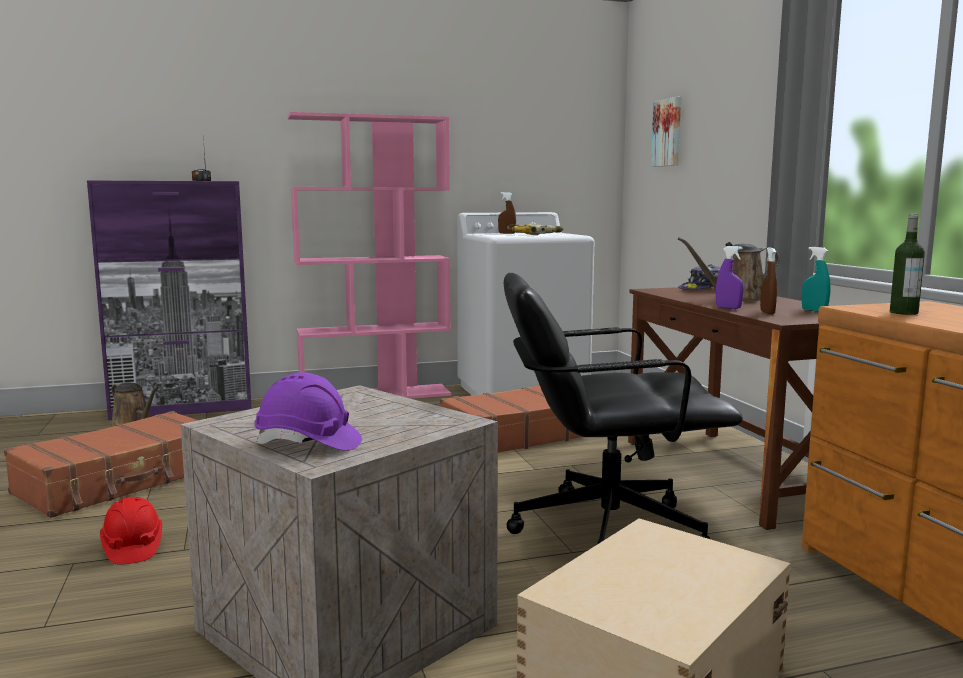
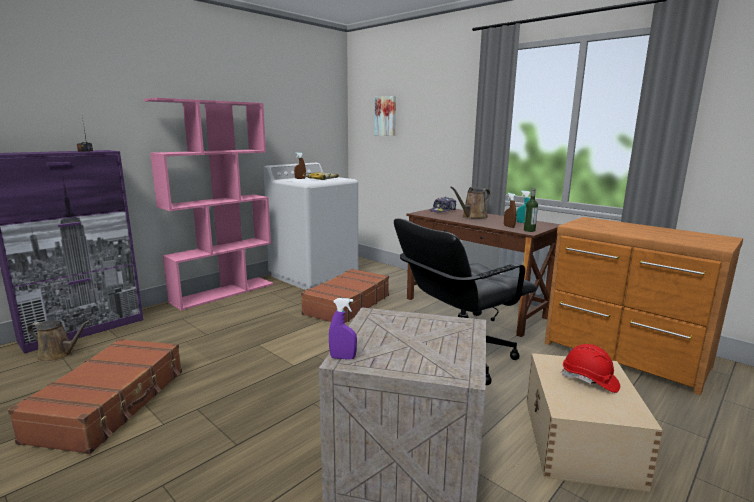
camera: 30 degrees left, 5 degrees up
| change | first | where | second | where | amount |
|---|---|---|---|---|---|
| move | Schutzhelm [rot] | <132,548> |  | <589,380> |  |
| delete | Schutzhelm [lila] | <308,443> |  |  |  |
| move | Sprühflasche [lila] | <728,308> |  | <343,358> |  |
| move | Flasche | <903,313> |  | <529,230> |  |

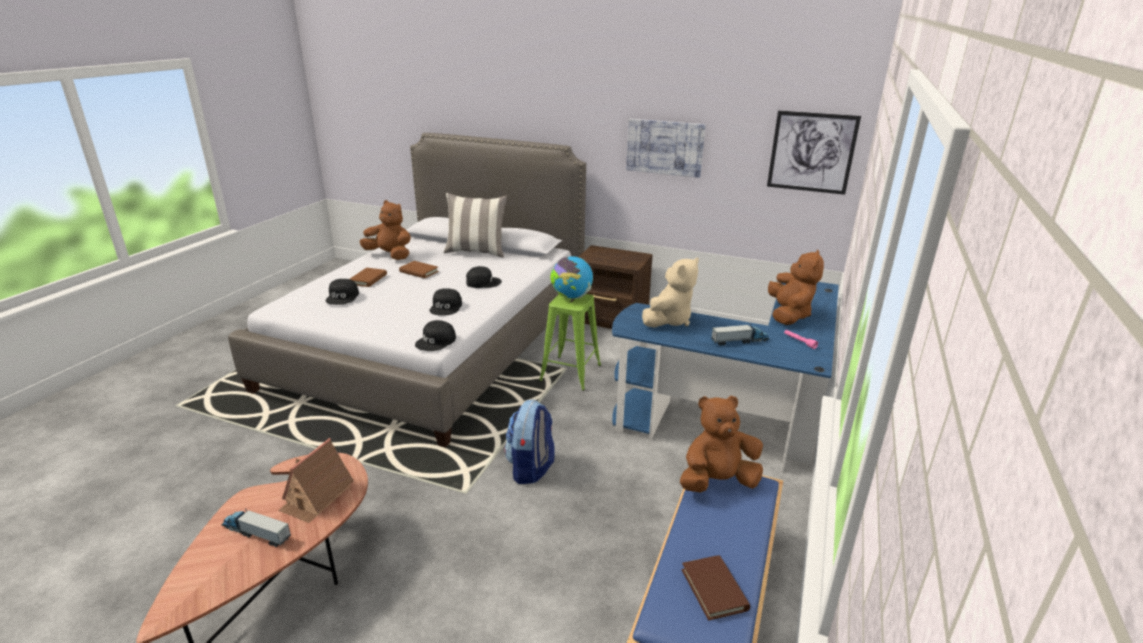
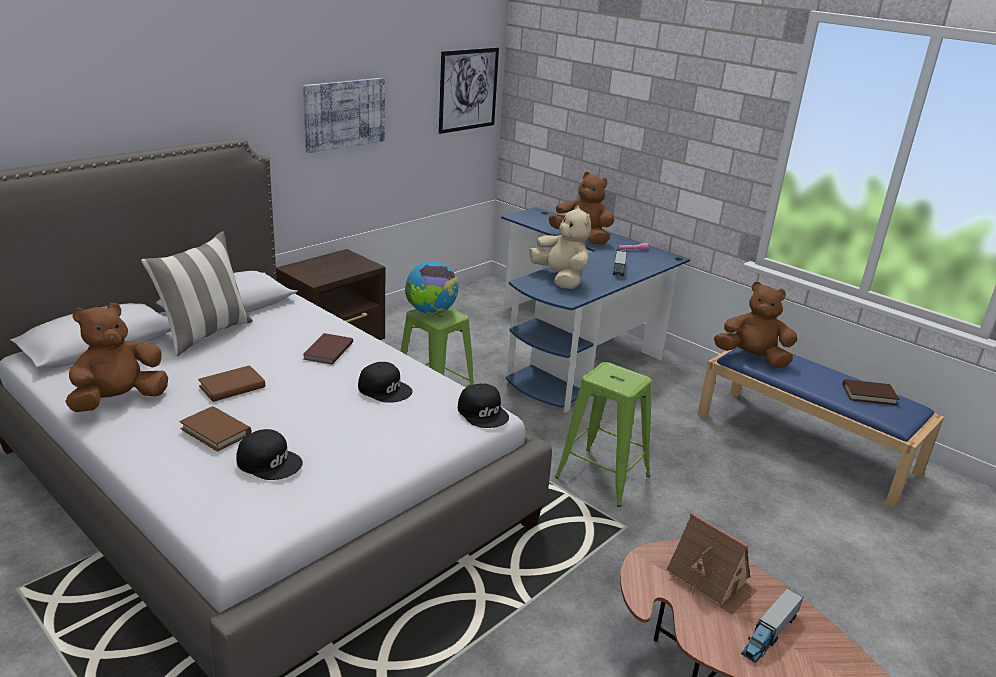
camera: 70 degrees left, 0 degrees up
| change | first | where | second | where | amount |
|---|---|---|---|---|---|
| replace | Kappe [schwarz] | <483,282> | Buch [braun] | <327,351> |  |
| replace | Rucksack | <531,468> | Hocker [grün] | <602,476> |  |
| rotate | Plüschtier [braun] | <717,482> |  | <752,358> | 105 degrees clockwise |

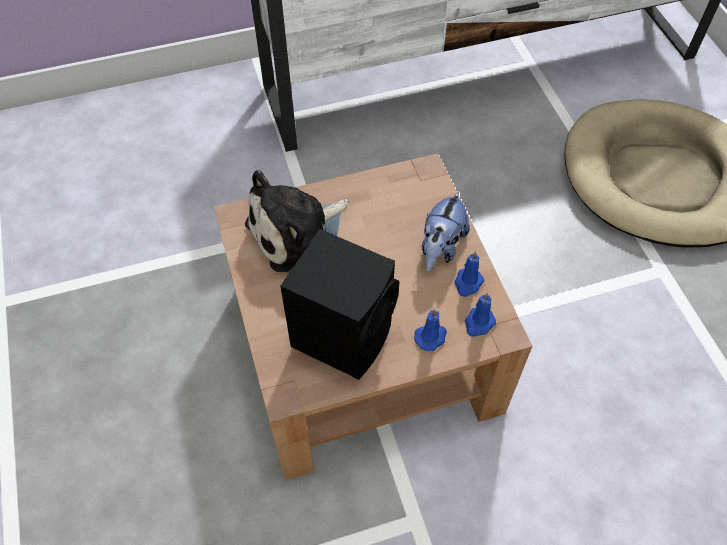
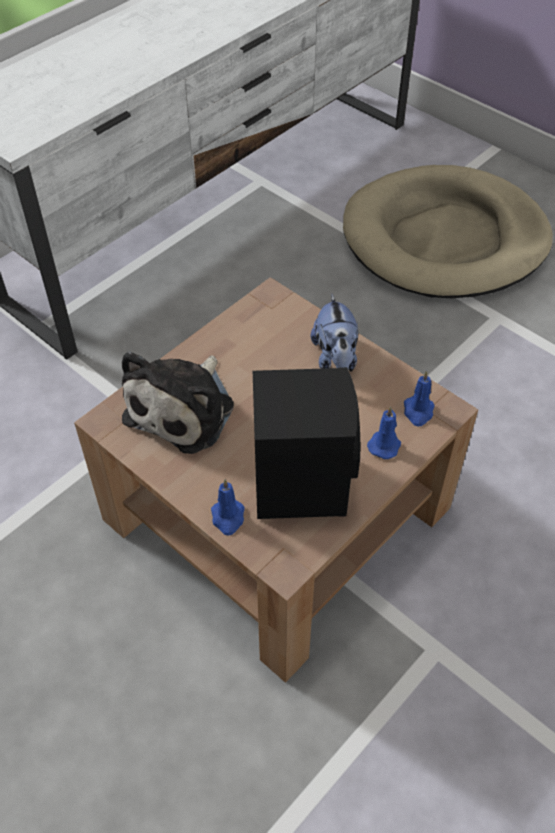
camera: 30 degrees left, 5 degrees down
| change | first | where | second | where | amount |
|---|---|---|---|---|---|
| move | Kerze [blau] | <468,283> |  | <228,518> |  |

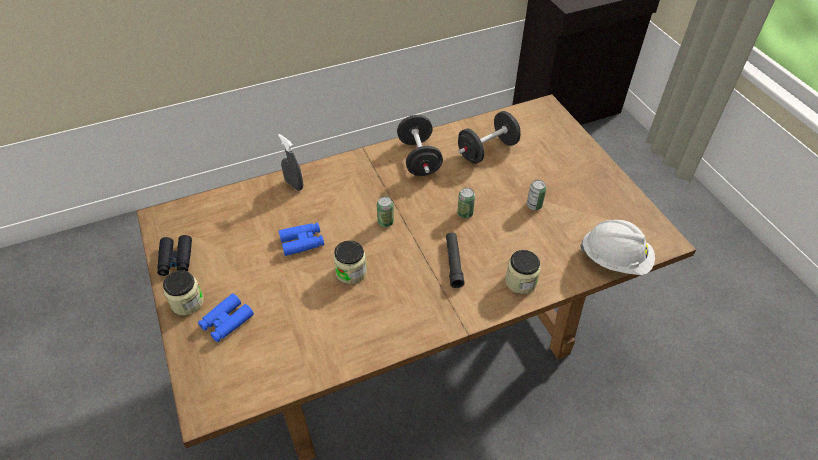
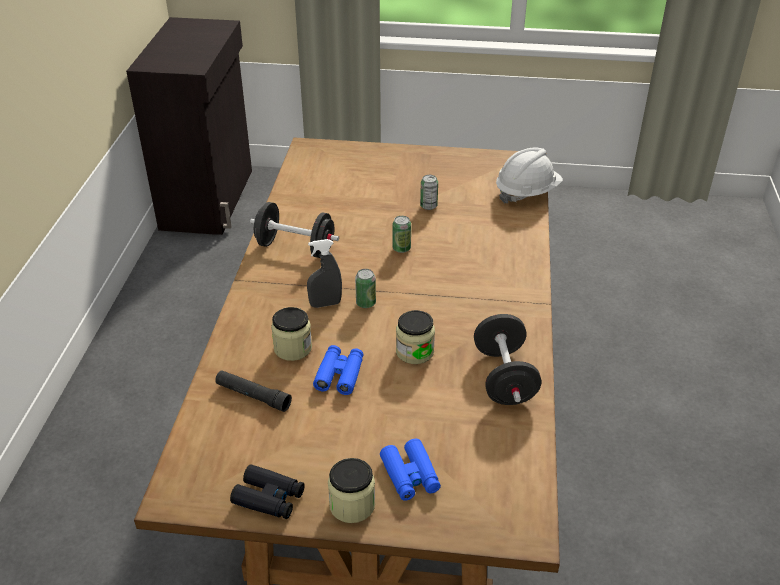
camera: 60 degrees left, 10 degrees down
| change | first | where | second | where | amount |
|---|---|---|---|---|---|
| move | Sprühflasche [grau] | <294,185> |  | <325,304> |  |
| move | Taschenlampe [schwarz] | <453,263> |  | <253,396> |  |
| move | Hantel [schwarz] | <487,150> |  | <504,378> |  |
| move | Vorratsglas | <520,281> |  | <293,348> |  |

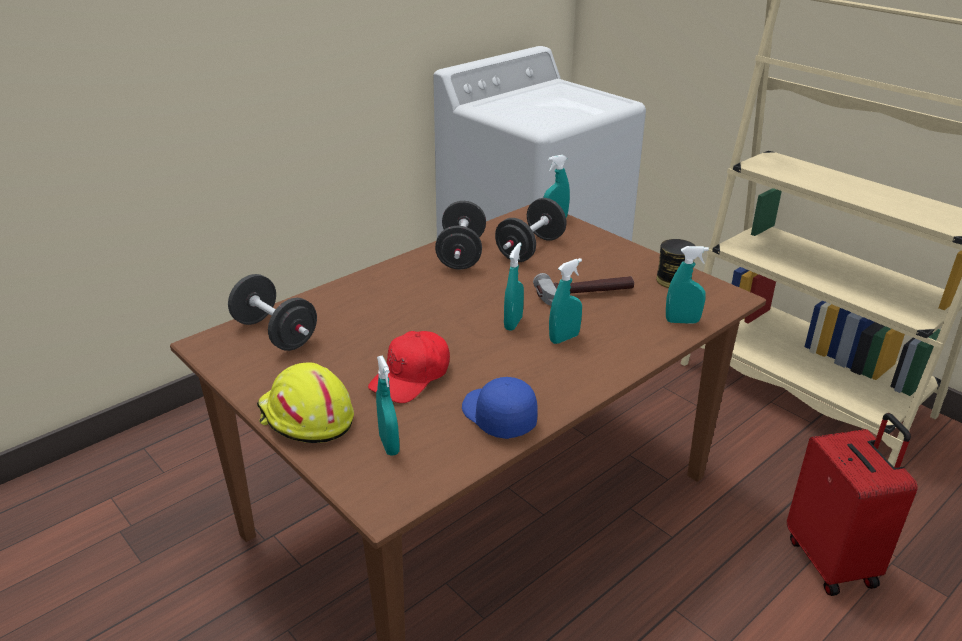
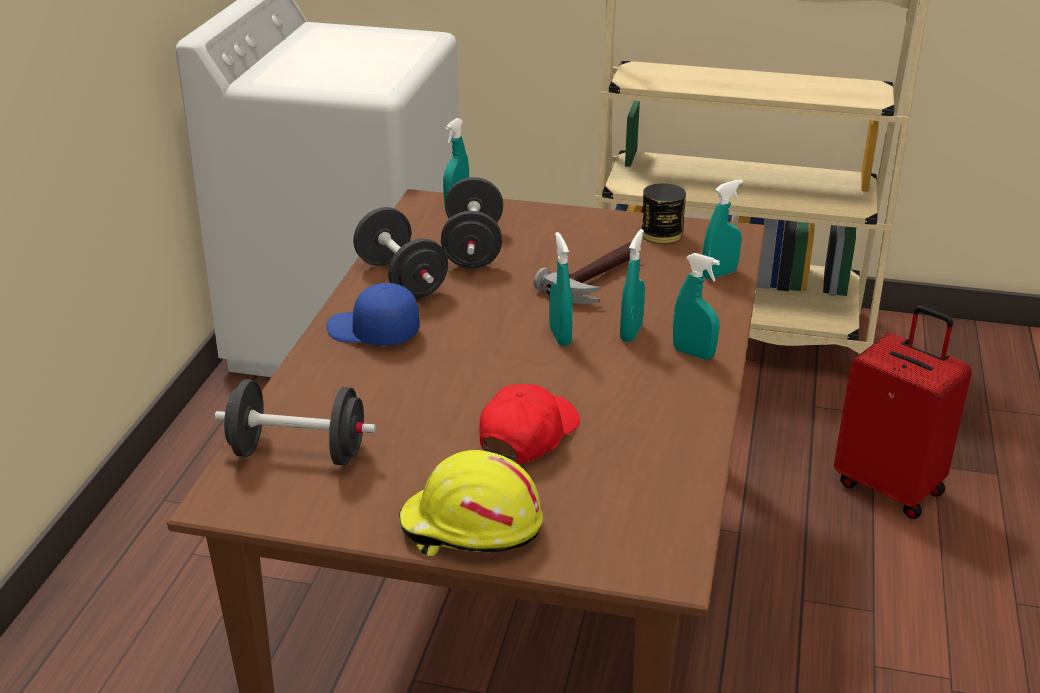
camera: 35 degrees left, 0 degrees up
| change | first | where | second | where | amount |
|---|---|---|---|---|---|
| rotate | Kappe [rot] | <411,377> |  | <527,435> | 150 degrees counterclockwise |
| move | Sprühflasche [türkis] | <389,445> |  | <693,353> |  |
| move | Kappe [blau] | <497,417> |  | <373,332> |  |

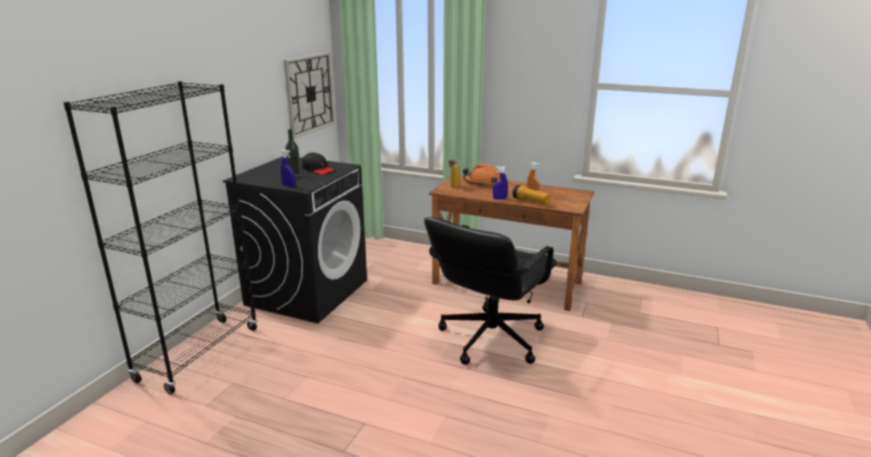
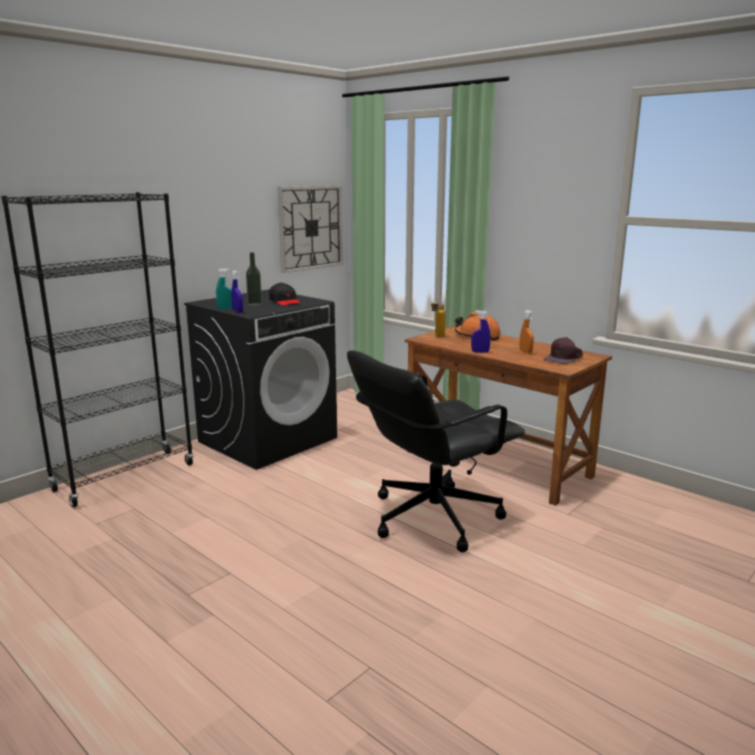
camera: 20 degrees right, 5 degrees down
| change | first | where | second | where | amount |
|---|---|---|---|---|---|
| delete | Taschenlampe | <530,201> |  |  |  |
| insert |  |  | Sprühflasche [türkis] | <226,308> |  |
| insert |  |  | Kappe [braun] | <564,358> |  |

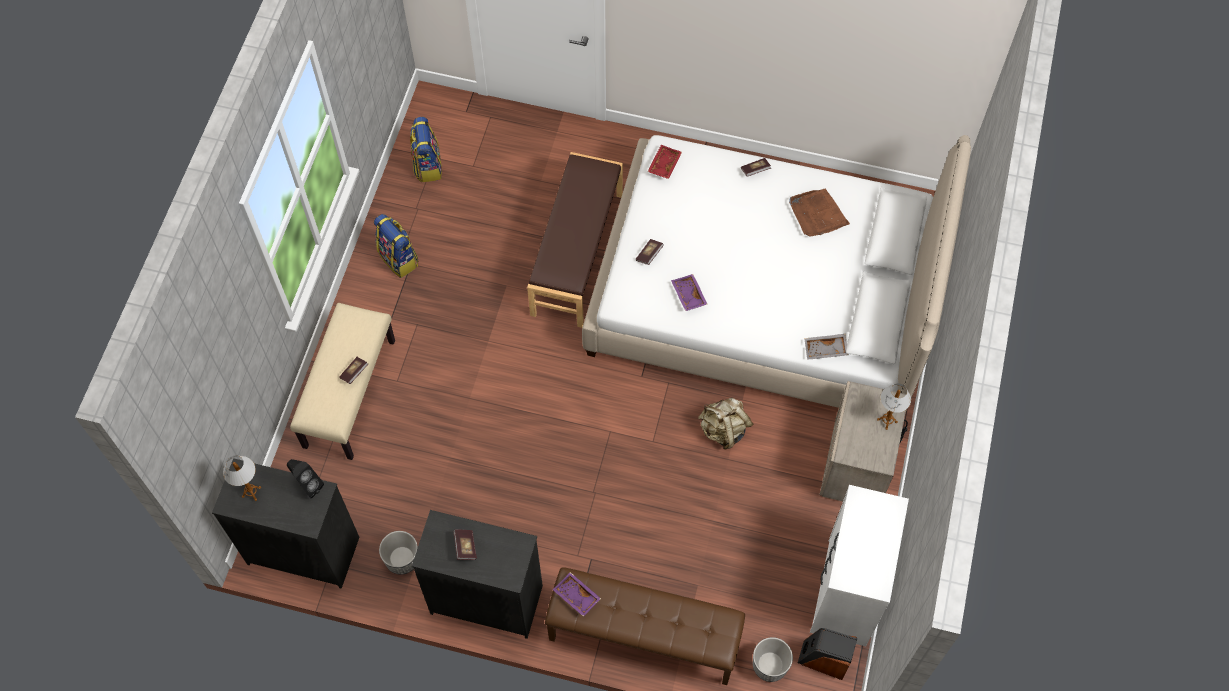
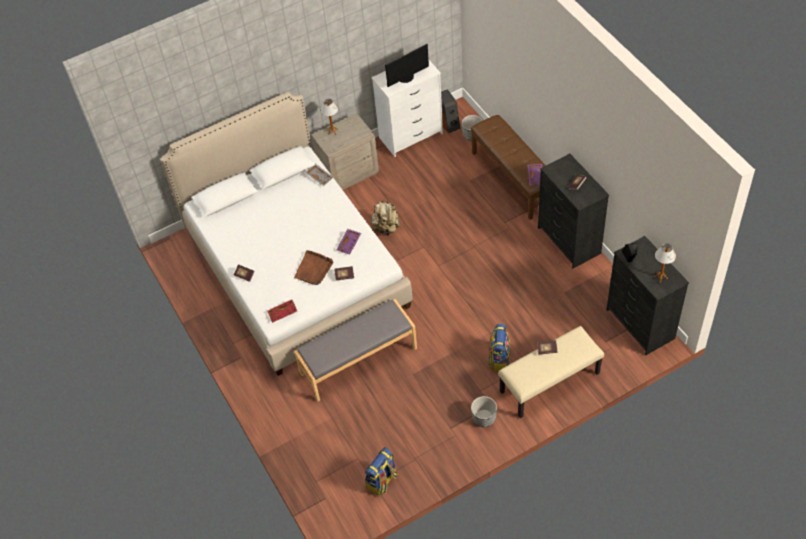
camera: 130 degrees left, 10 degrees down
| change | first | where | second | where | amount |
|---|---|---|---|---|---|
| move | Rucksack | <399,259> |  | <499,358> |  |
| move | Pflanzkübel | <402,559> |  | <483,418> |  |
| recolor | Bank [braun] | <578,254> | Bank [grau] | <358,360> |  |
| move | Tablett [braun] | <817,214> |  | <314,269> |  |
| insert |  |  | Monitor | <406,77> |  |

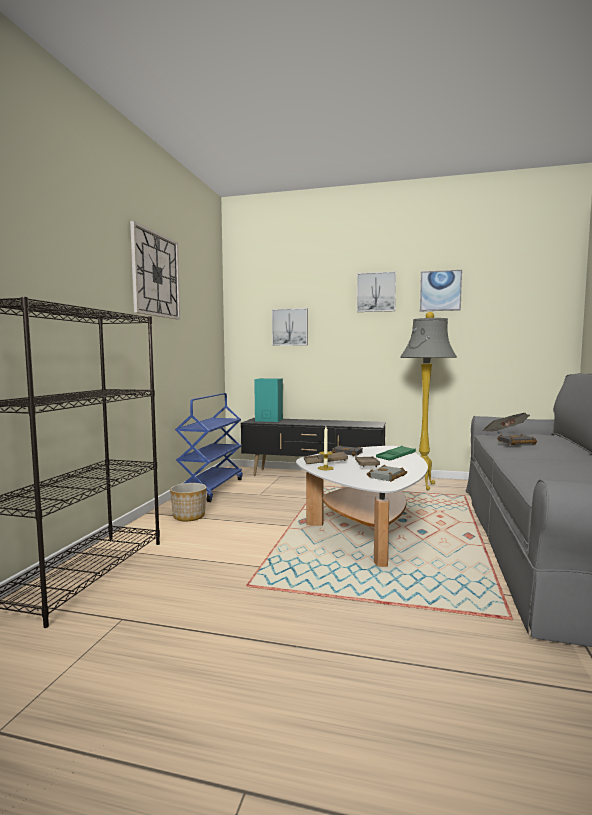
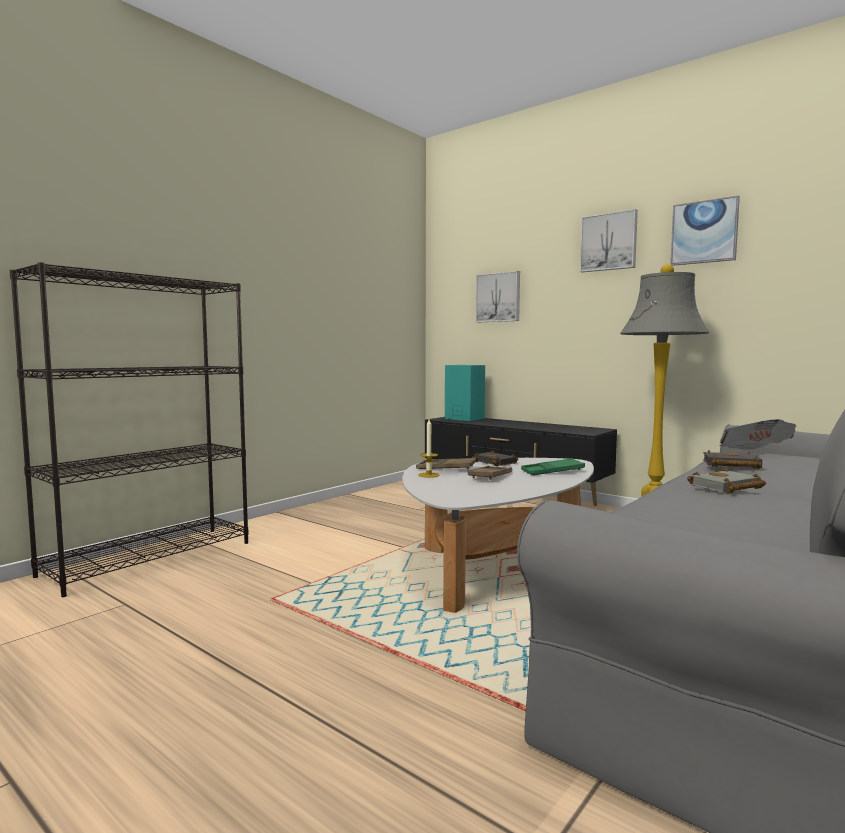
camera: 25 degrees right, 0 degrees up
| change | first | where | second | where | amount |
|---|---|---|---|---|---|
| delete | Wanduhr | <156,275> |  |  |  |
| delete | Pflanzkübel | <189,516> |  |  |  |
| delete | Rollwagen [blau] | <211,488> |  |  |  |
| move | Buch [grau] | <388,477> |  | <726,488> |  |

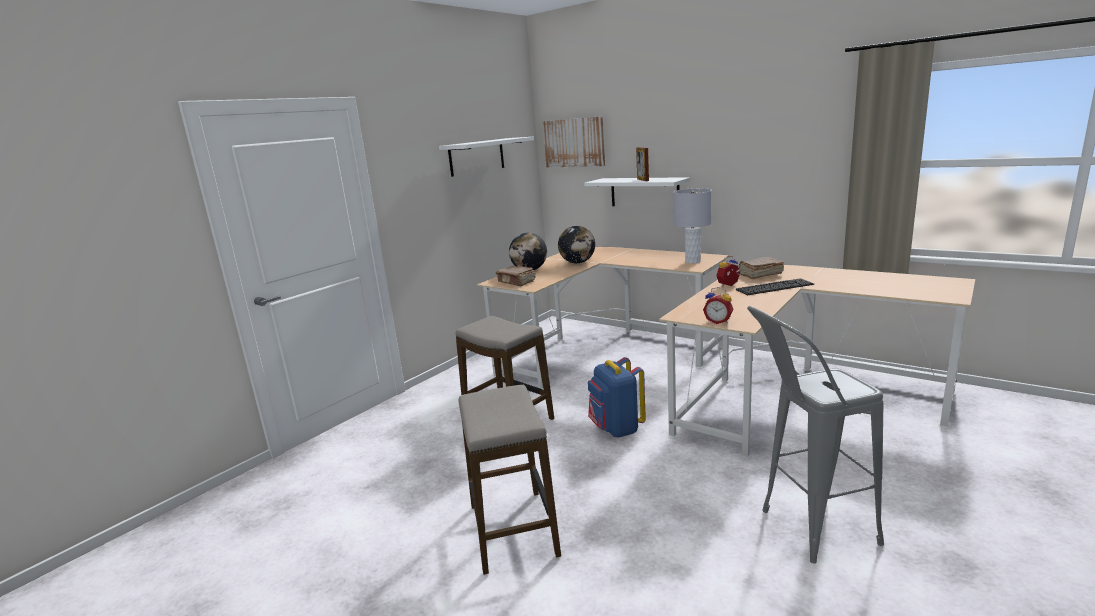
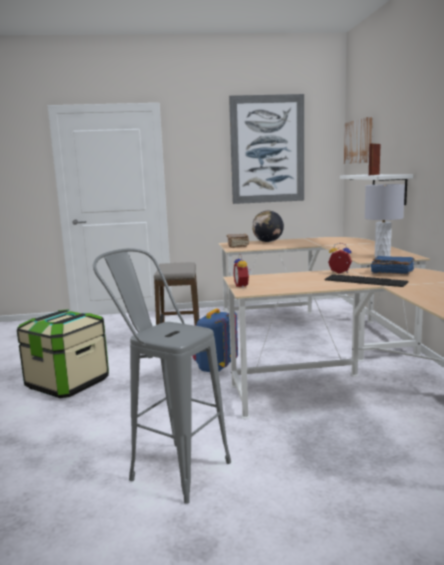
camera: 45 degrees right, 5 degrees down
| change | first | where | second | where | amount |
|---|---|---|---|---|---|
| replace | Wandregal [weiß] | <477,157> | Bild | <267,149> |  |
| replace | Hocker | <512,530> | Aufbewahrungsbox | <68,383> |  |
| delete | Globus | <577,262> |  |  |  |
| recolor | Buch [braun] | <760,275> | Buch [blau] | <391,273> |  |

